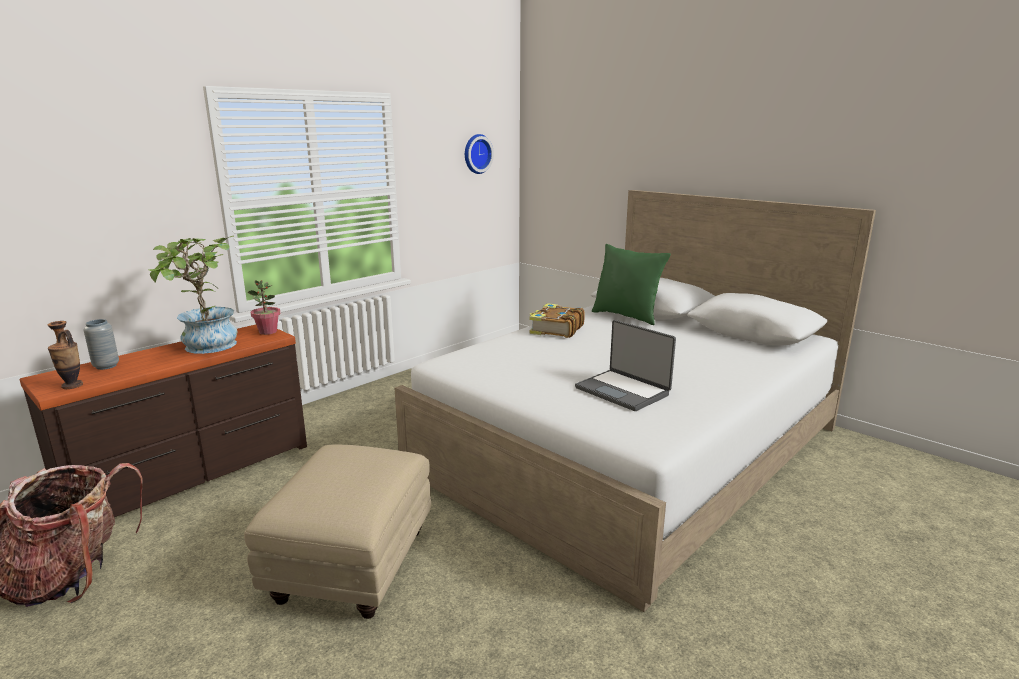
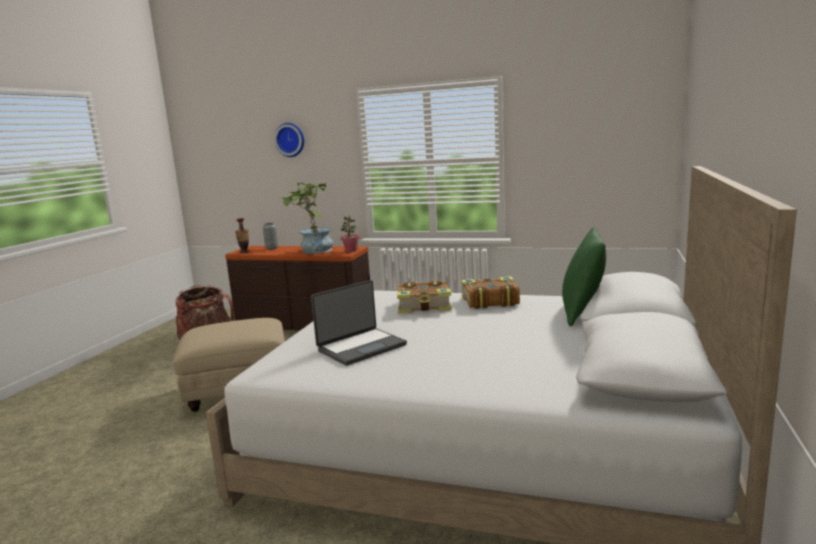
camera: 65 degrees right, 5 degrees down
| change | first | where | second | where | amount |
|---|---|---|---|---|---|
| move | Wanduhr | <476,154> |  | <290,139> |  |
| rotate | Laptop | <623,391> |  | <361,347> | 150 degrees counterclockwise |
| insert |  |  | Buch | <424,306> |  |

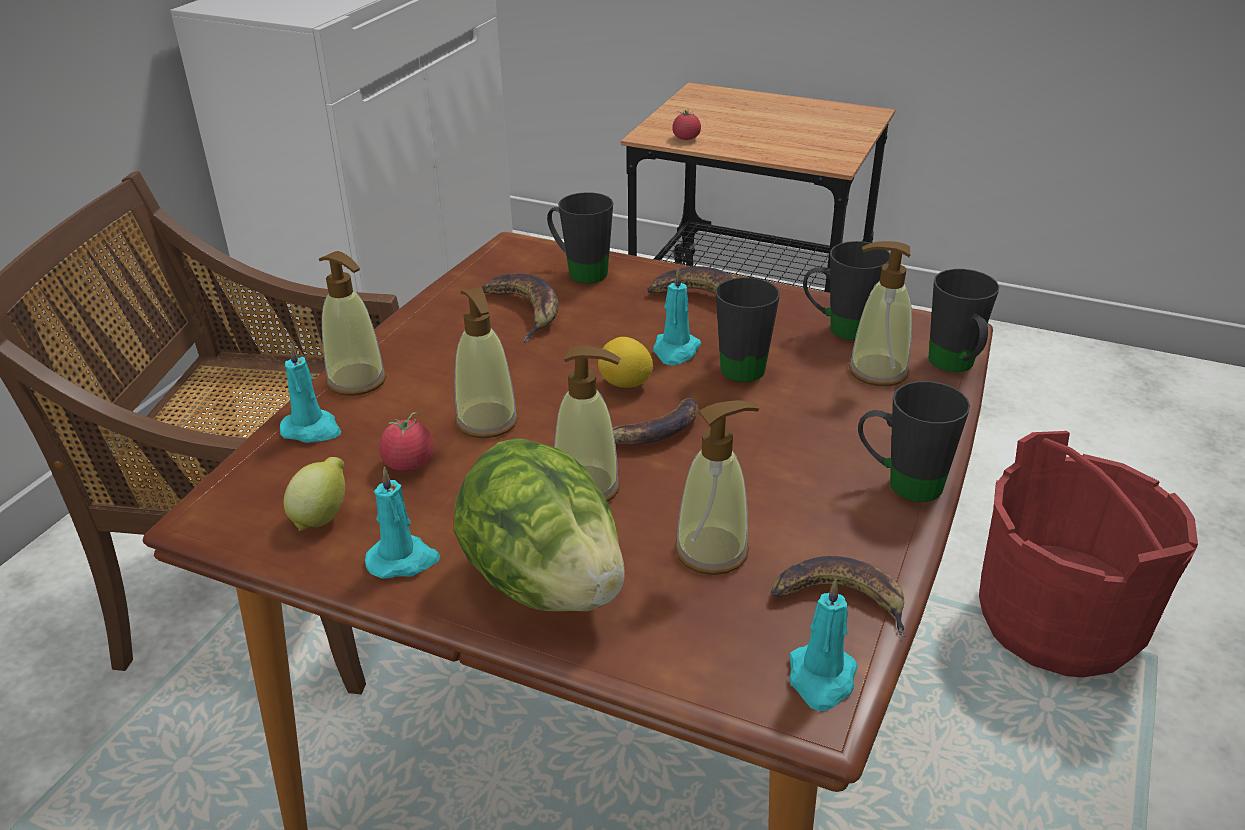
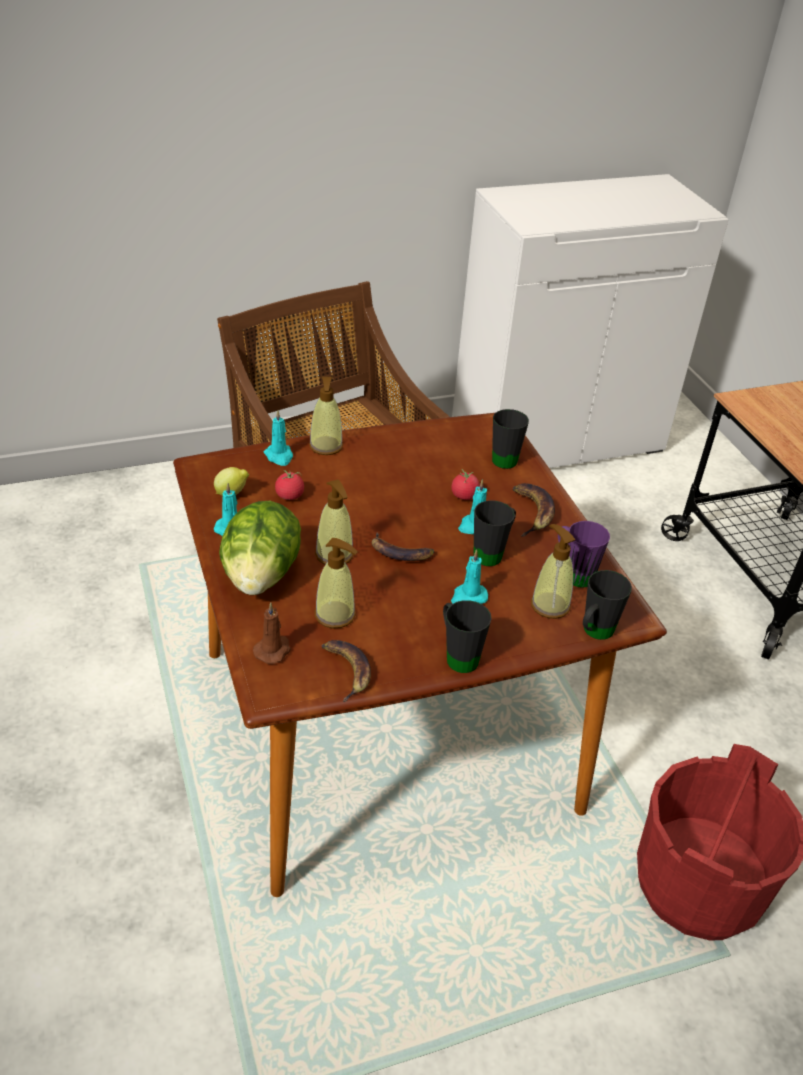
camera: 45 degrees right, 5 degrees up
| change | first | where | second | where | amount |
|---|---|---|---|---|---|
| delete | Seifenspender | <487,421> |  |  |  |
| delete | Banane | <524,311> |  |  |  |
| delete | Zitrone | <625,384> |  |  |  |
| move | Tomate | <686,138> |  | <464,496> |  |
| move | Kerze [türkis] | <821,679> |  | <468,597> |  |
| recolor | Henkelbecher [schwarz] | <839,329> | Henkelbecher [lila] | <573,573> |  |
| insert |  |  | Kerze [braun] | <273,650> |  |

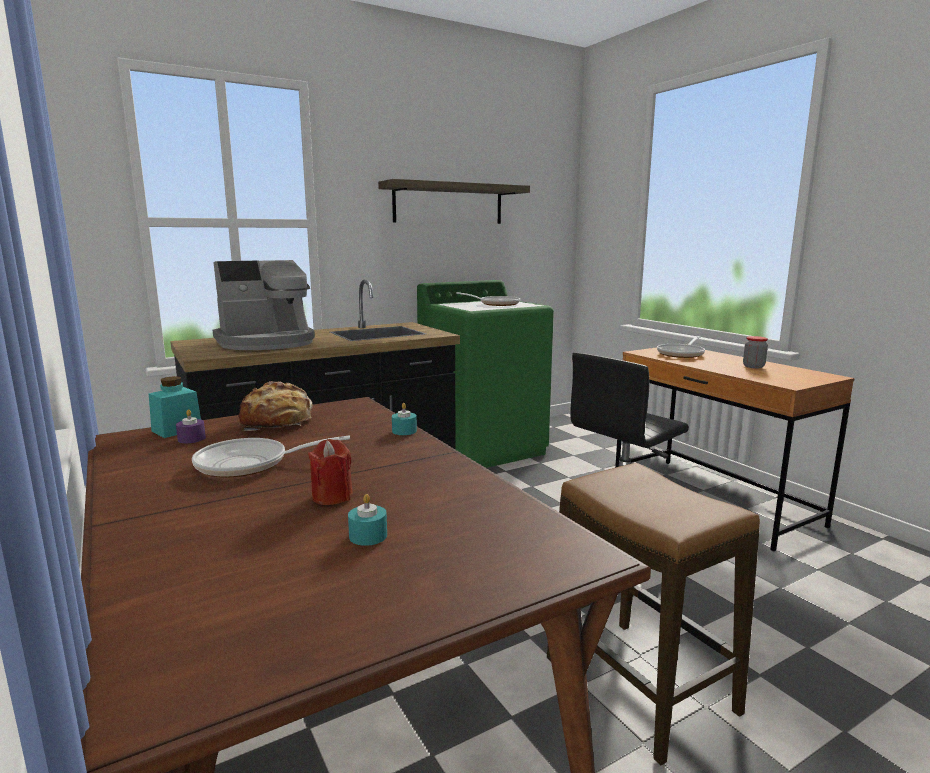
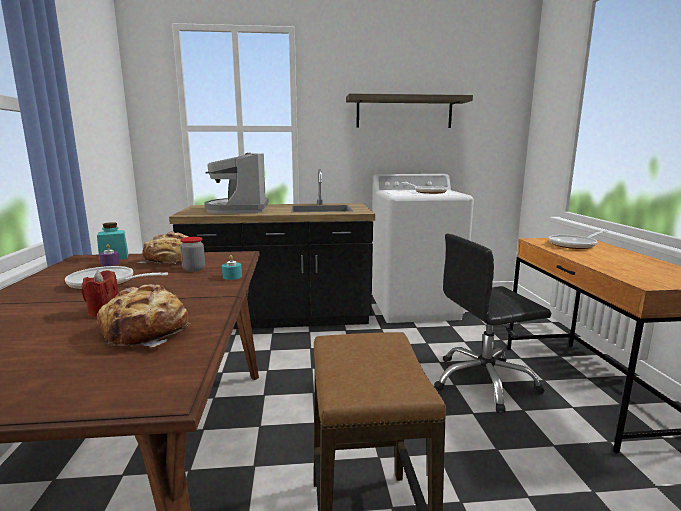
camera: 25 degrees right, 0 degrees up
| change | first | where | second | where | amount |
|---|---|---|---|---|---|
| rotate | Kaffeemaschine | <267,342> |  | <238,209> | 90 degrees clockwise |
| delete | Kerze [türkis] | <368,536> |  |  |  |
| recolor | Waschmaschine [grün] | <483,448> | Waschmaschine [weiß] | <415,307> |  |
| move | Vorratsglas | <753,366> |  | <194,269> |  |
| insert |  |  | Brot | <147,332> |  |

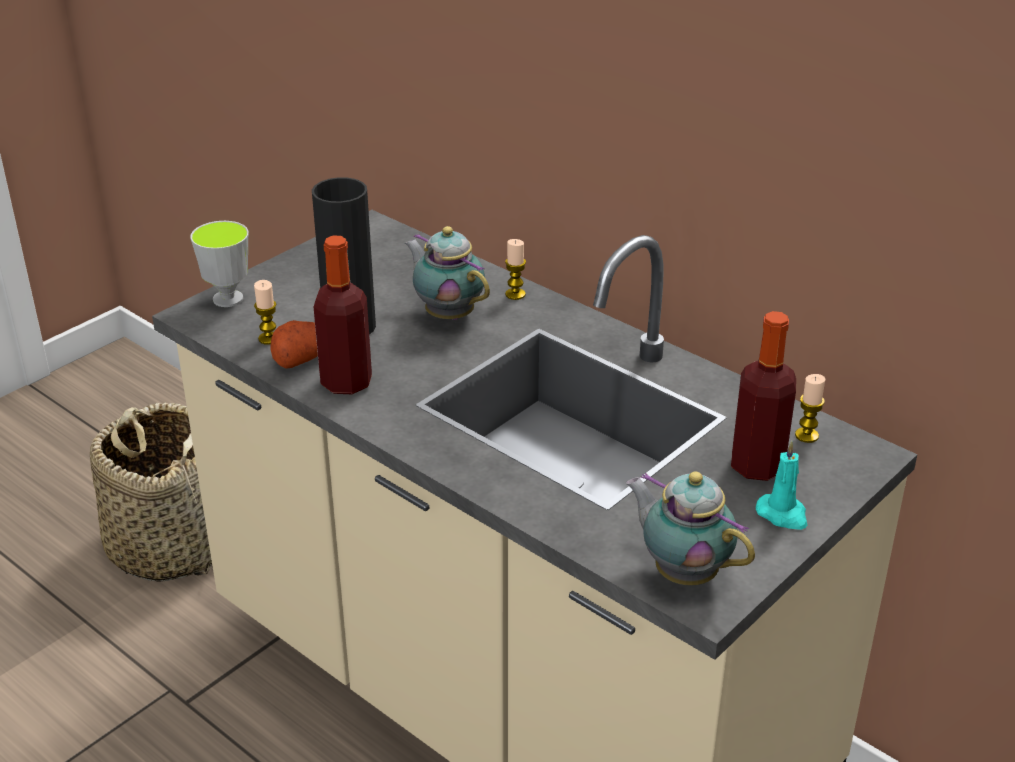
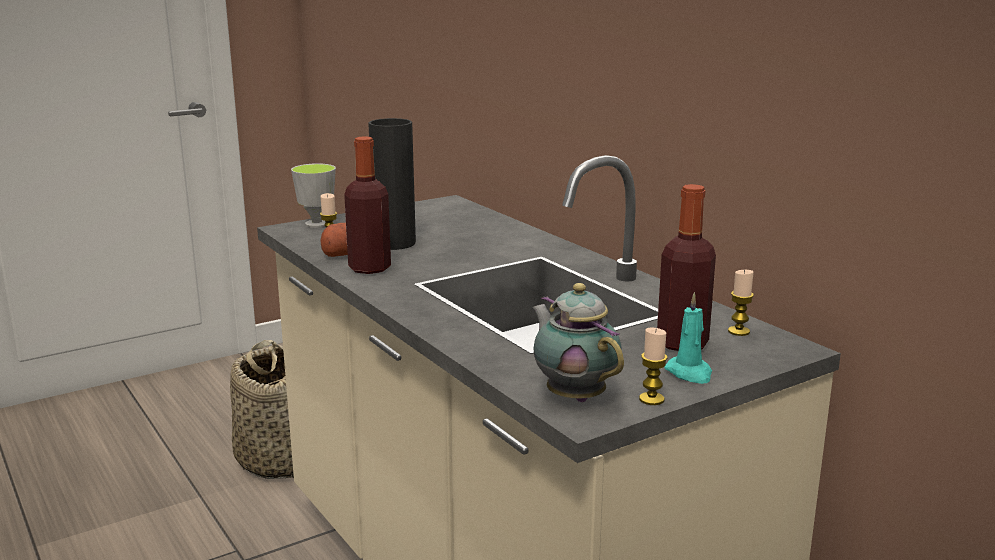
camera: 15 degrees right, 15 degrees down
| change | first | where | second | where | amount |
|---|---|---|---|---|---|
| delete | Teekanne | <447,314> |  |  |  |
| move | Kerze | <515,294> |  | <651,399> |  |

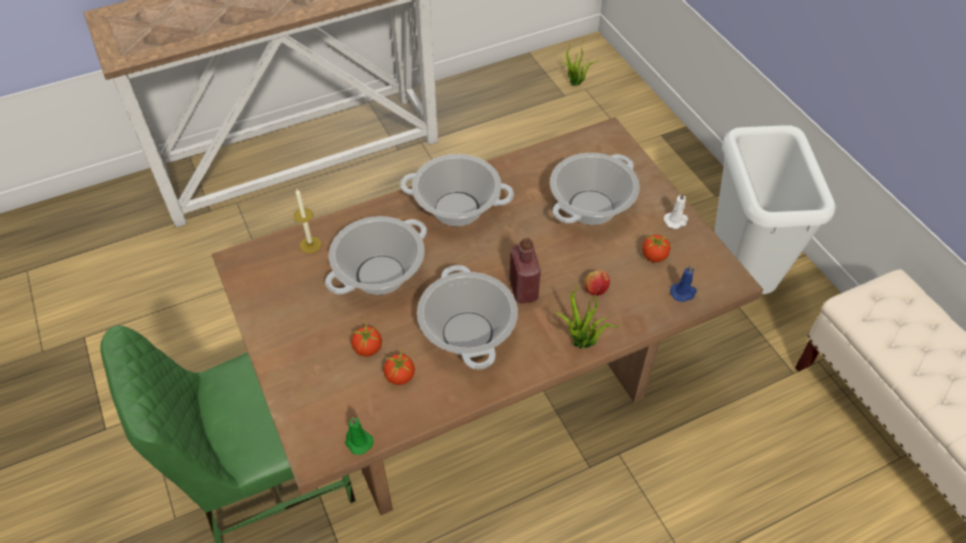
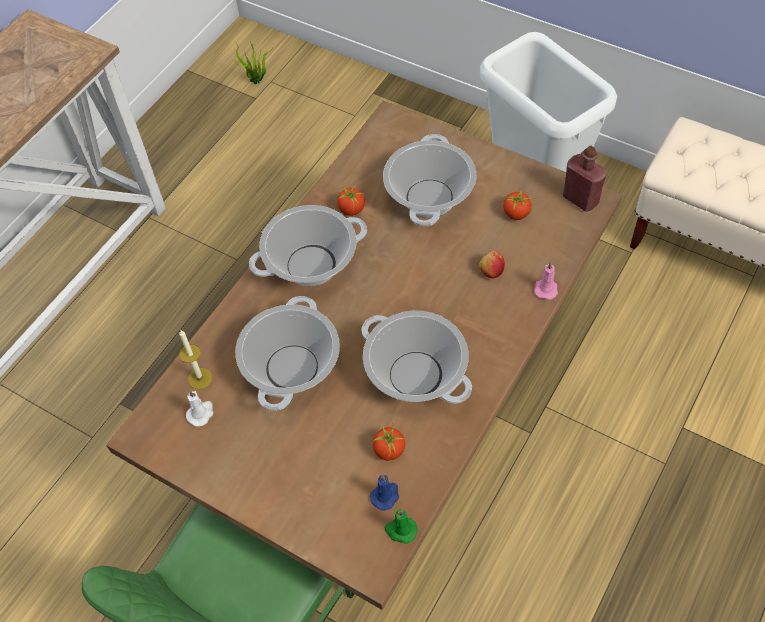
camera: 30 degrees left, 5 degrees up
| change | first | where | second | where | amount |
|---|---|---|---|---|---|
| move | Tomate | <368,348> |  | <351,209> |  |
| move | Flasche [rot] | <523,290> |  | <580,199> |  |
| delete | Topfpflanze | <581,344> |  |  |  |
| move | Kerze [weiß] | <676,221> |  | <201,413> |  |
| move | Kerze [blau] | <683,292> |  | <385,495> |  |
| insert |  |  | Kerze [rosa] | <546,288> |  |

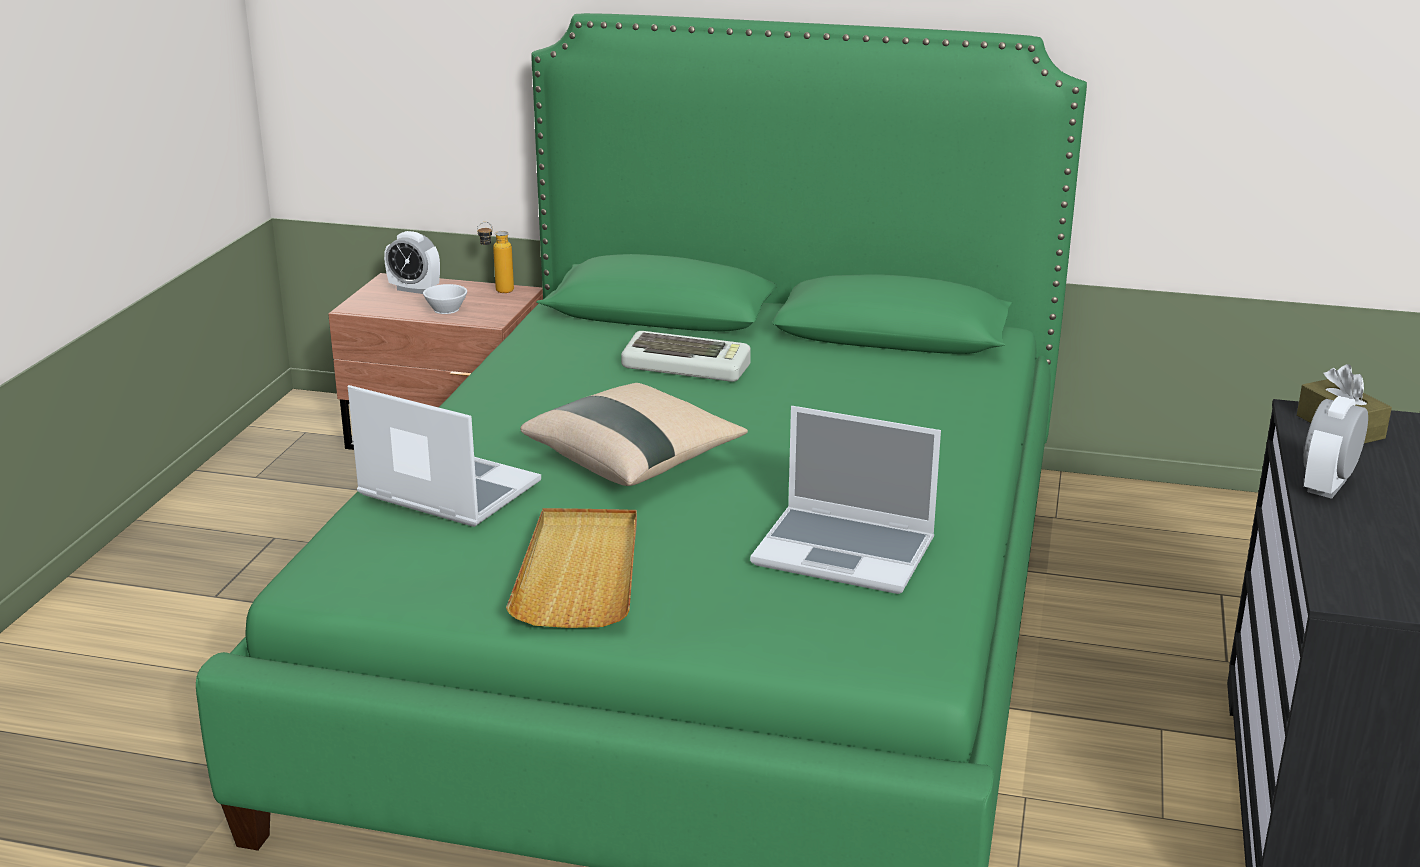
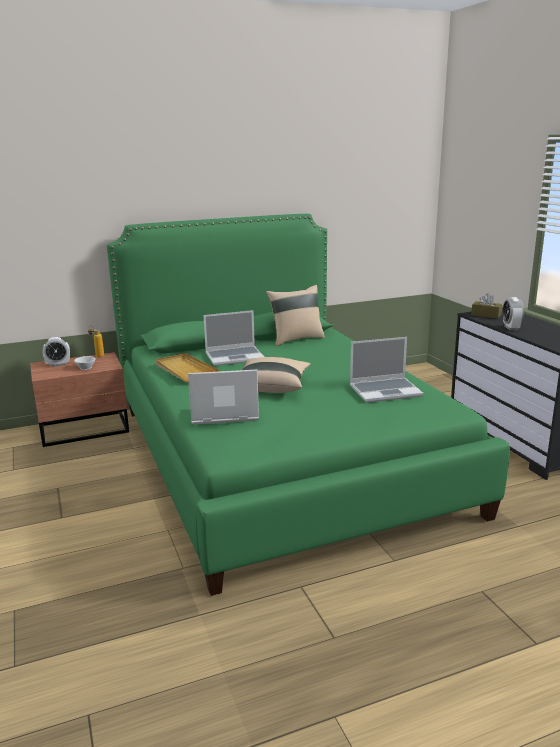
camera: 35 degrees left, 5 degrees down
| change | first | where | second | where | amount |
|---|---|---|---|---|---|
| move | Tablett [beige] | <580,572> |  | <185,370> |  |
| replace | Tastatur | <688,366> | Laptop | <235,357> |  |
| insert |  |  | Kissen [beige] | <296,339> |  |

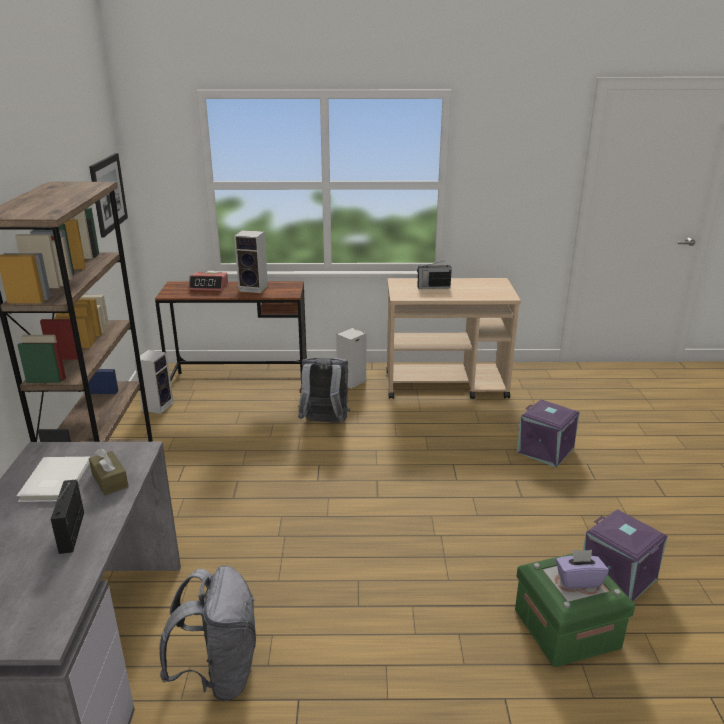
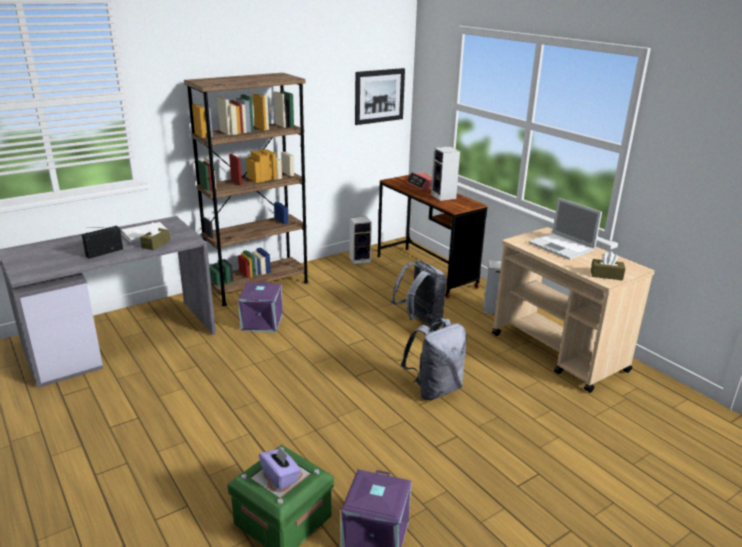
camera: 55 degrees right, 0 degrees up
| change | first | where | second | where | amount |
|---|---|---|---|---|---|
| move | Rucksack [grau] | <219,674> |  | <435,389> |  |
| replace | Radio | <433,287> | Laptop | <562,247> |  |
| move | Aufbewahrungsbox [lila] | <546,450> |  | <262,322> |  |
| insert |  |  | Taschentuchbox [braun] | <606,275> |  |

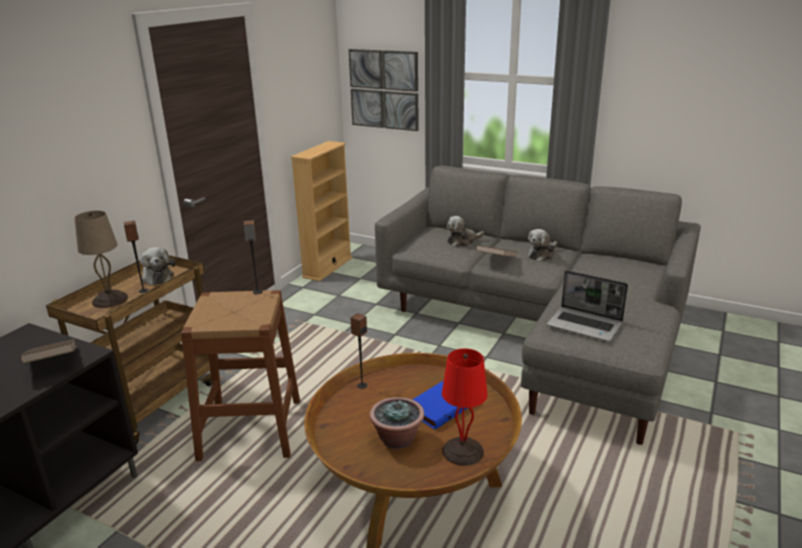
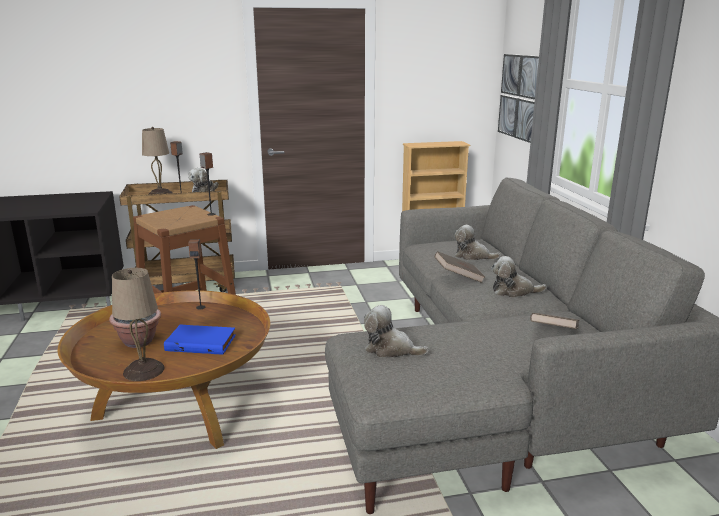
camera: 50 degrees right, 5 degrees down
| change | first | where | second | where | amount |
|---|---|---|---|---|---|
| move | Buch [braun] | <53,364> |  | <553,333> |  |
| recolor | Tischlampe [rot] | <462,451> | Tischlampe [beige] | <143,370> |  |
| replace | Laptop | <585,325> | Plüschtier | <390,349> |  |

